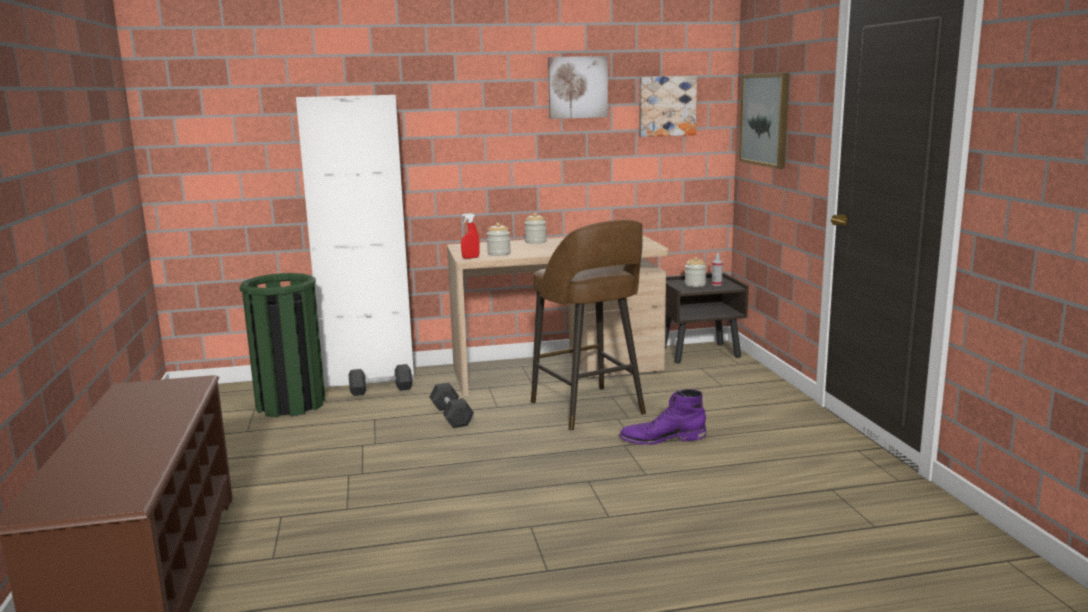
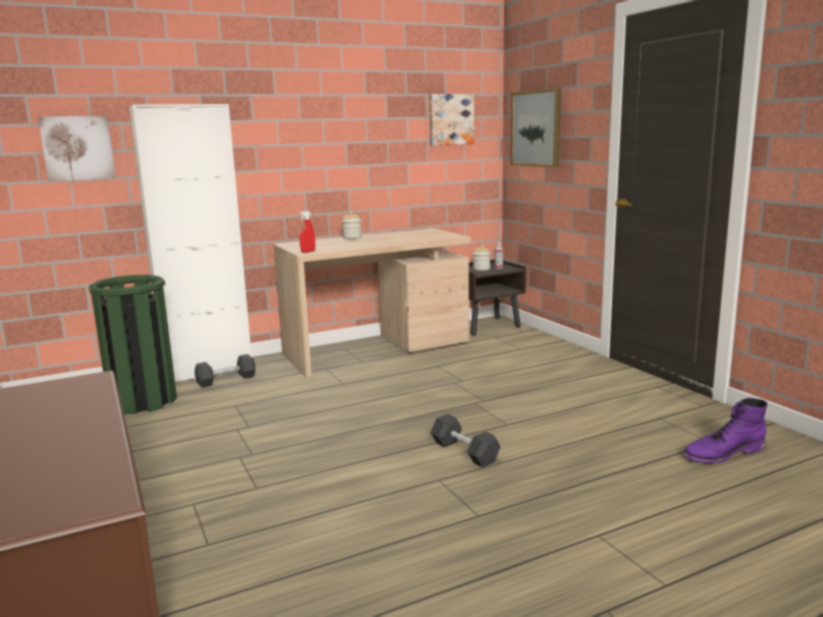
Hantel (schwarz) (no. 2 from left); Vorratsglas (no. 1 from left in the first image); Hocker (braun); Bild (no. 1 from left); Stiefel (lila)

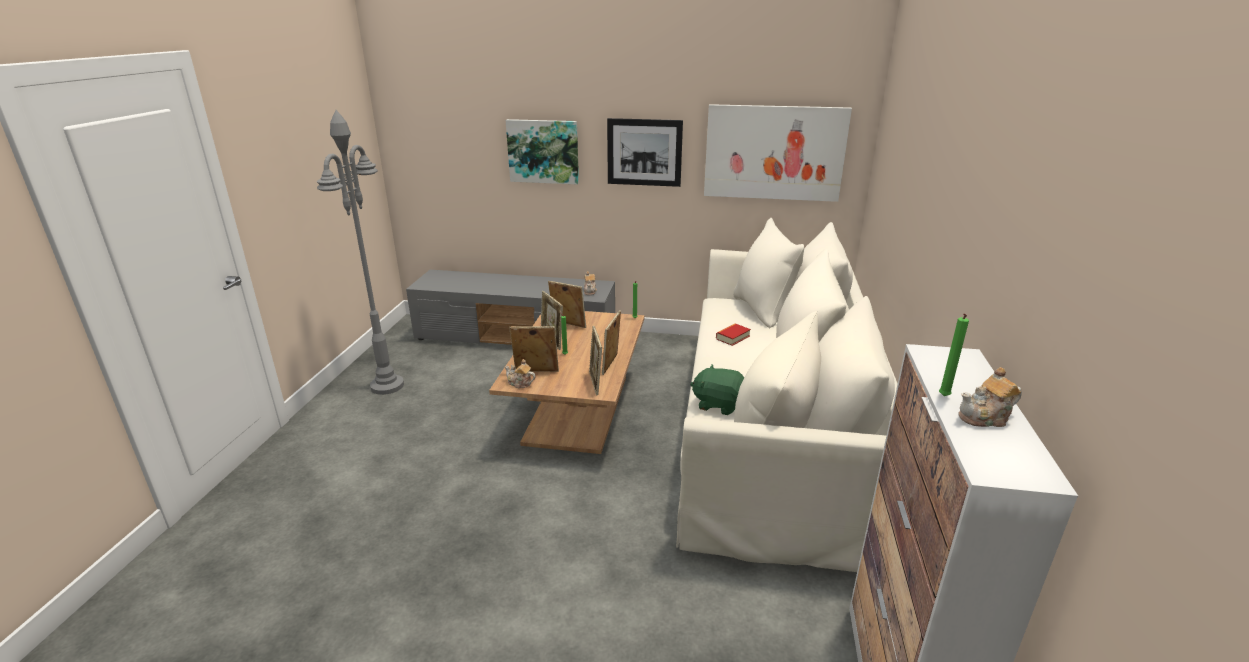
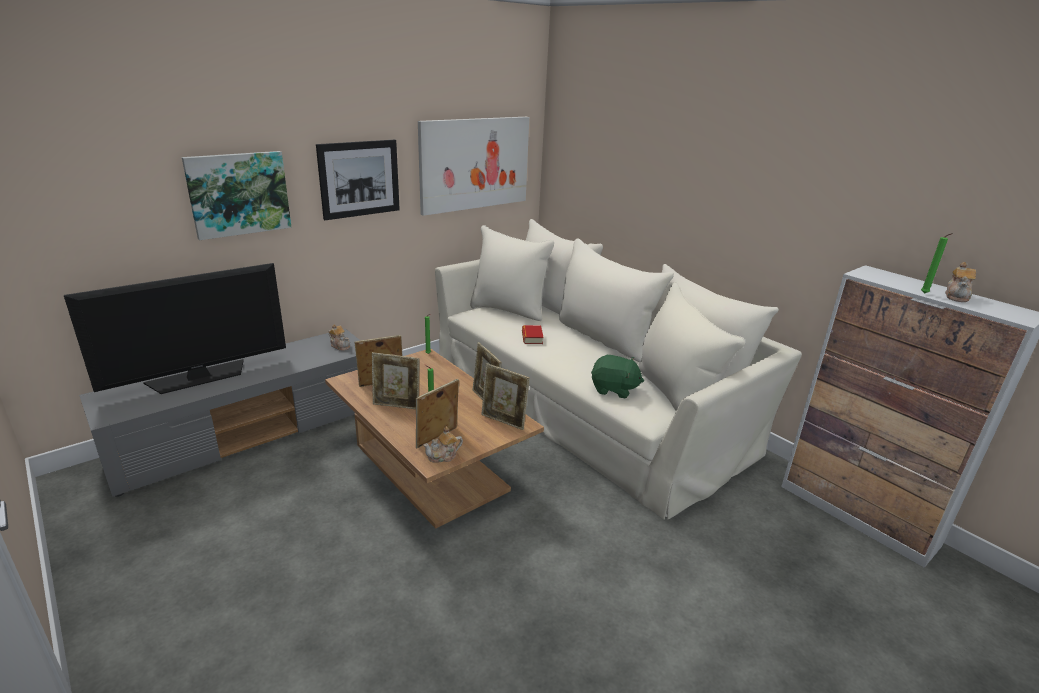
Stehlampe (grau); Plüschtier (grün); Fernseher

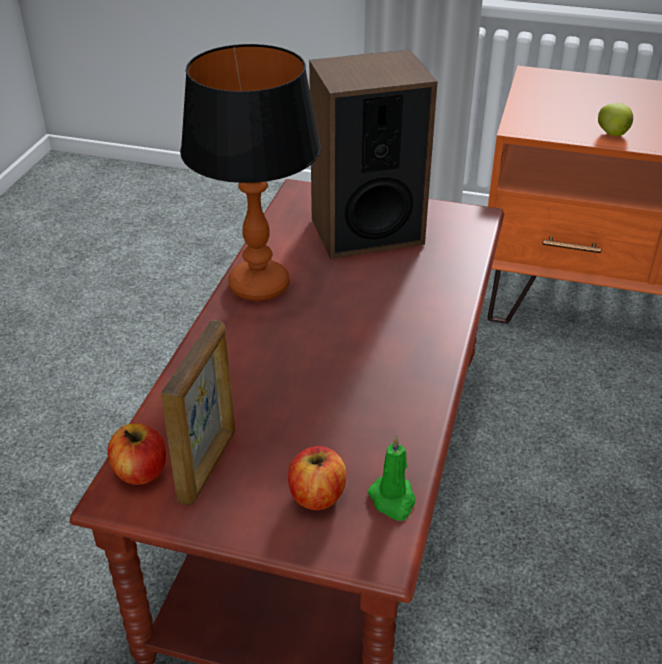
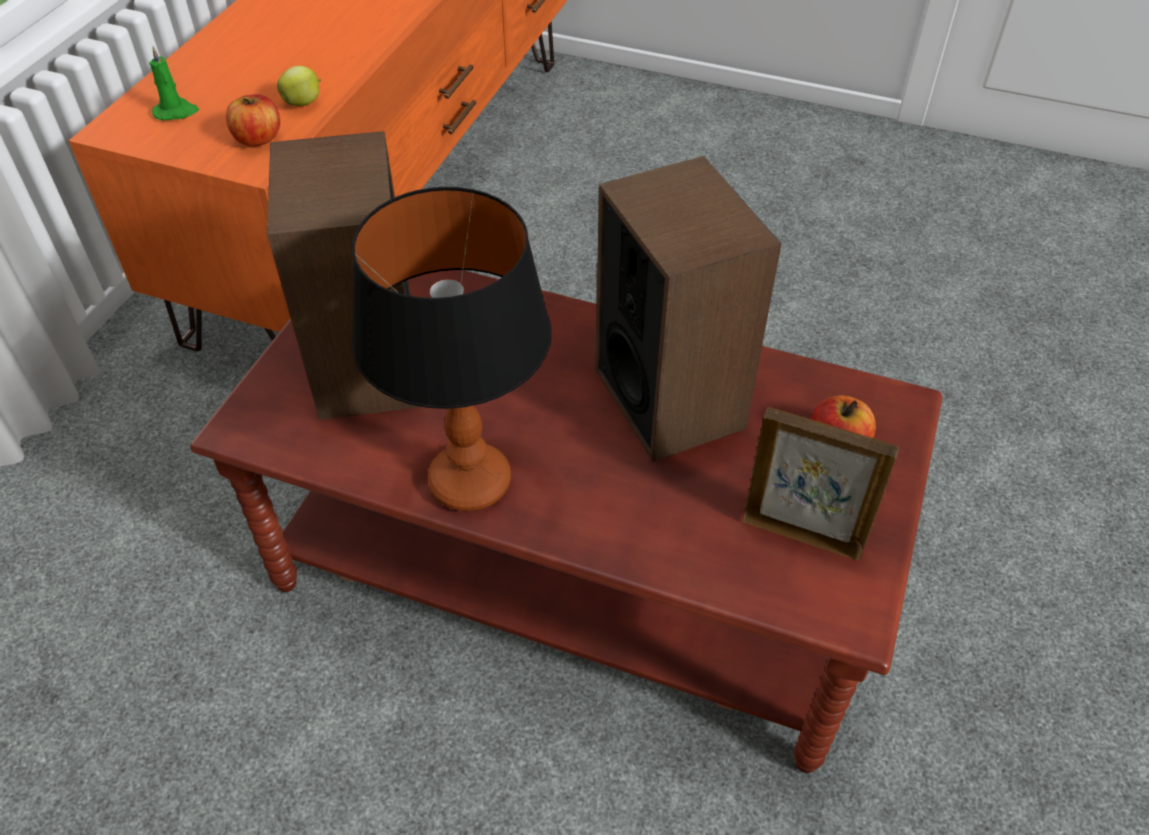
Apfel (no. 1 from left); Kerze (grün); Lautsprecher (no. 2 from left)

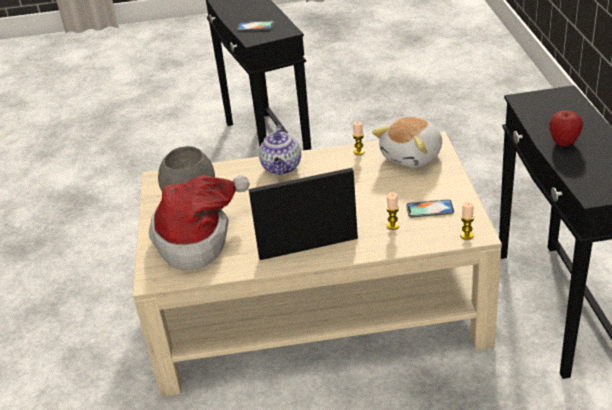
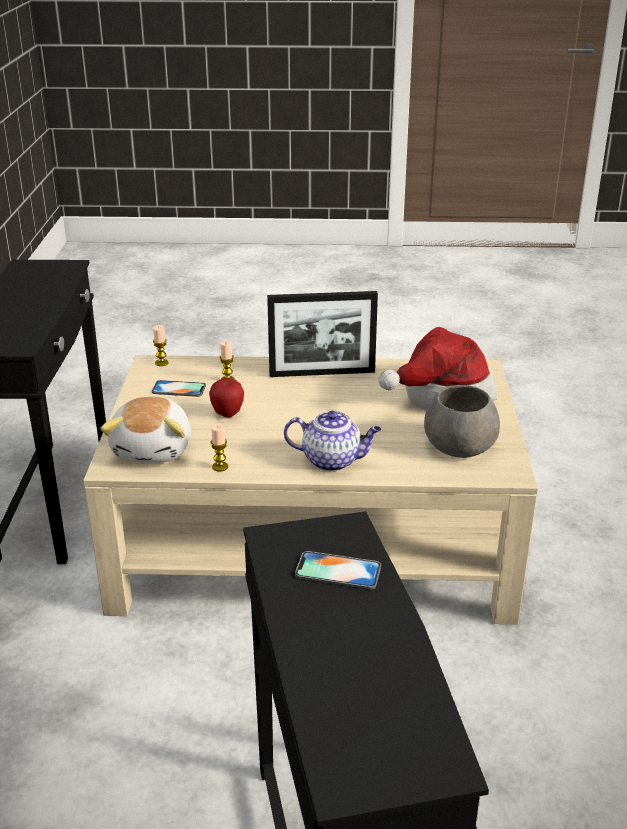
Teekanne; Plüschtier; Apfel

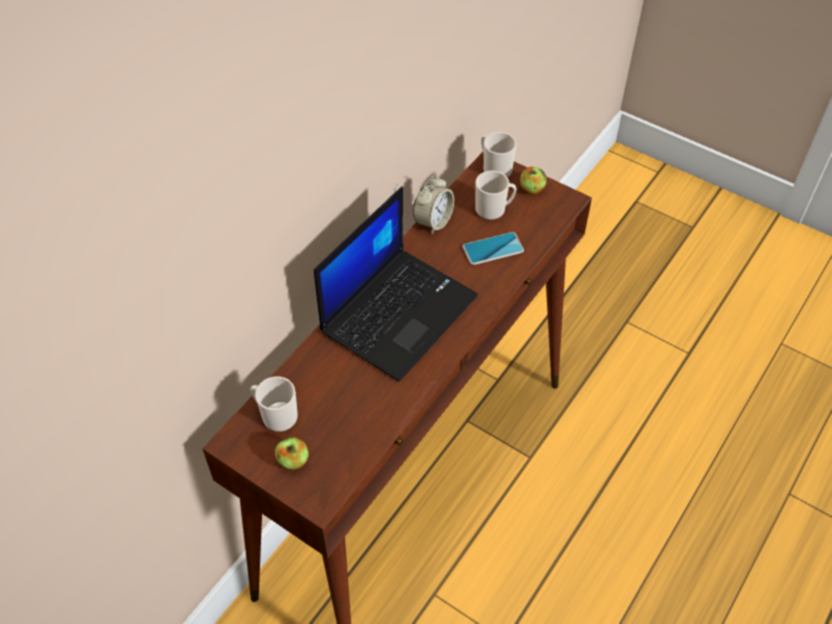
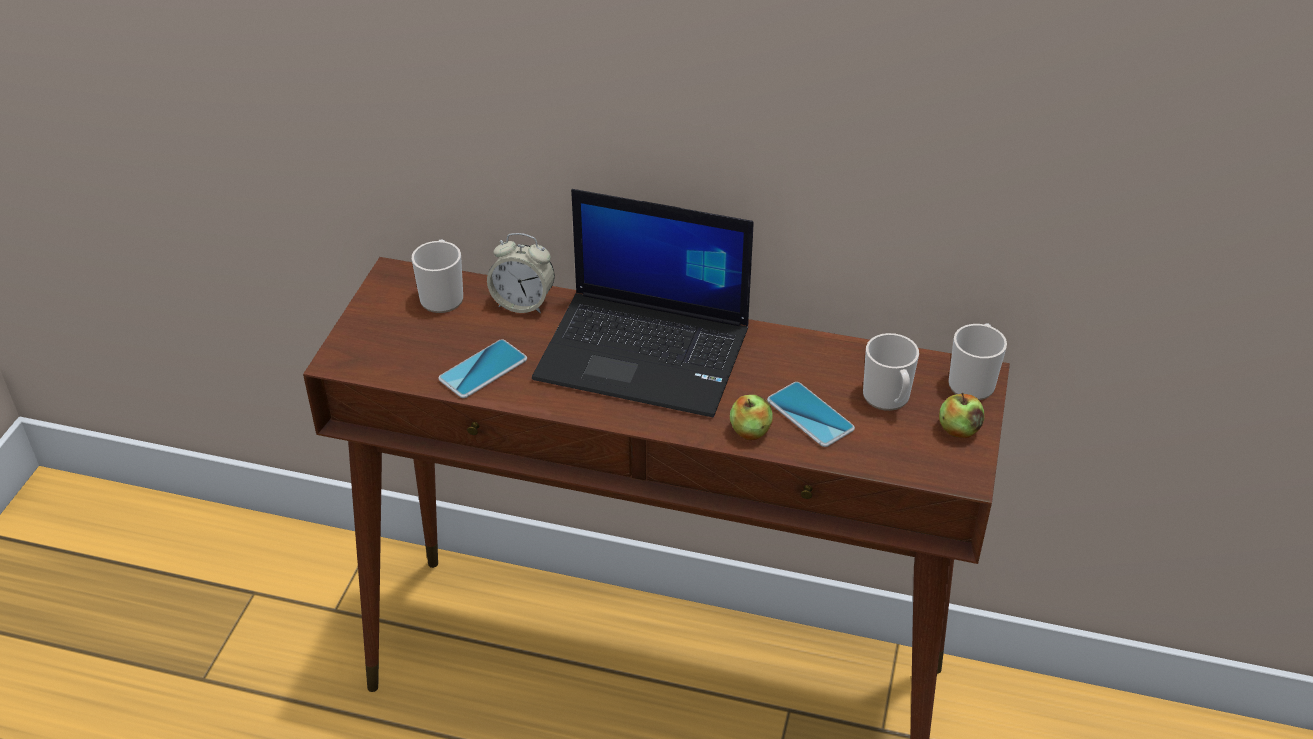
Apfel (no. 1 from left); Wecker; Handy (no. 1 from left)

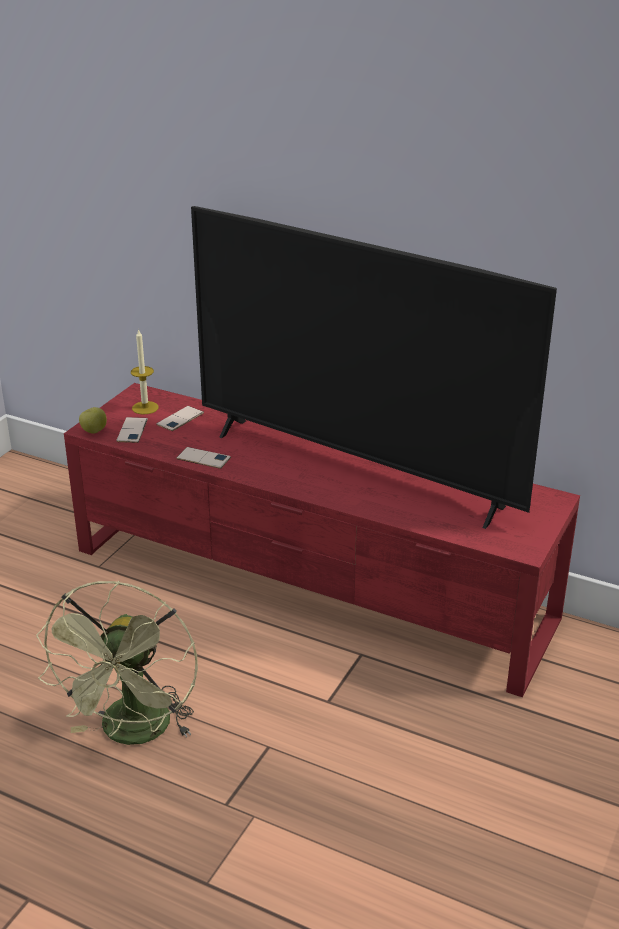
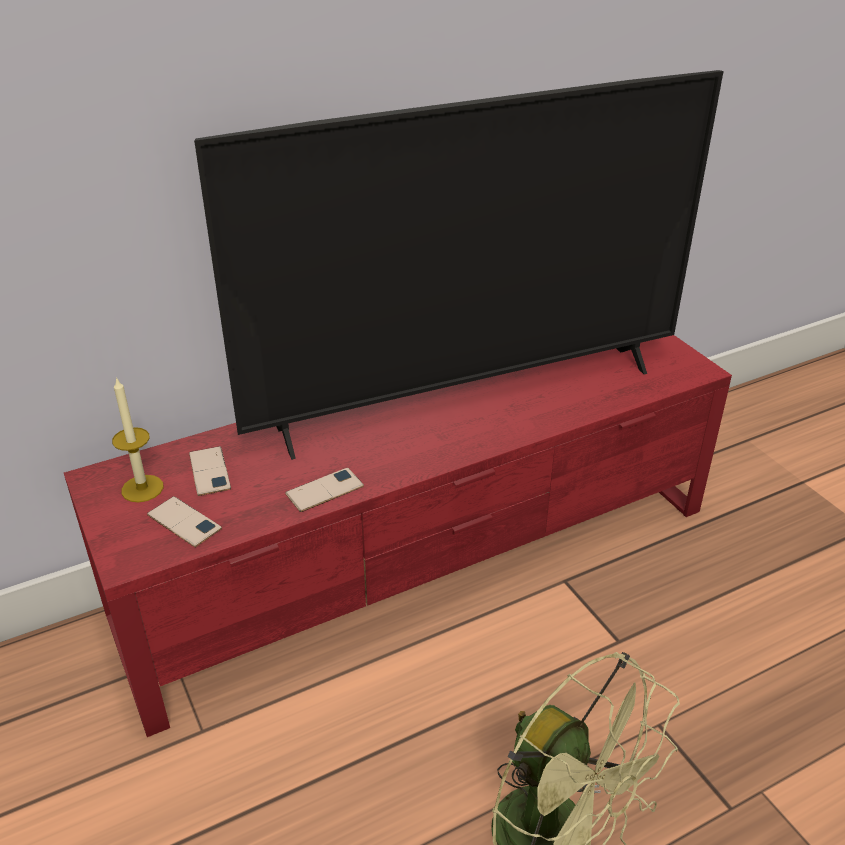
Apfel

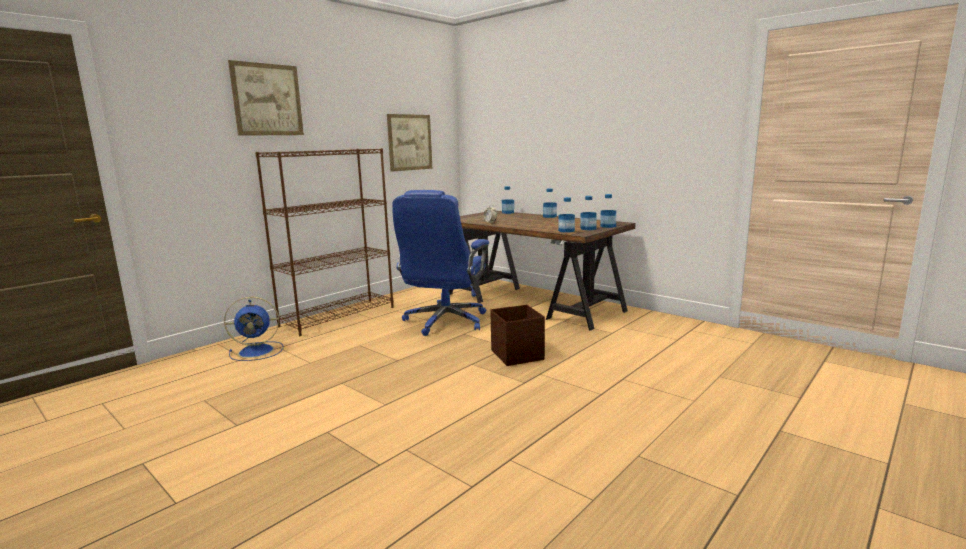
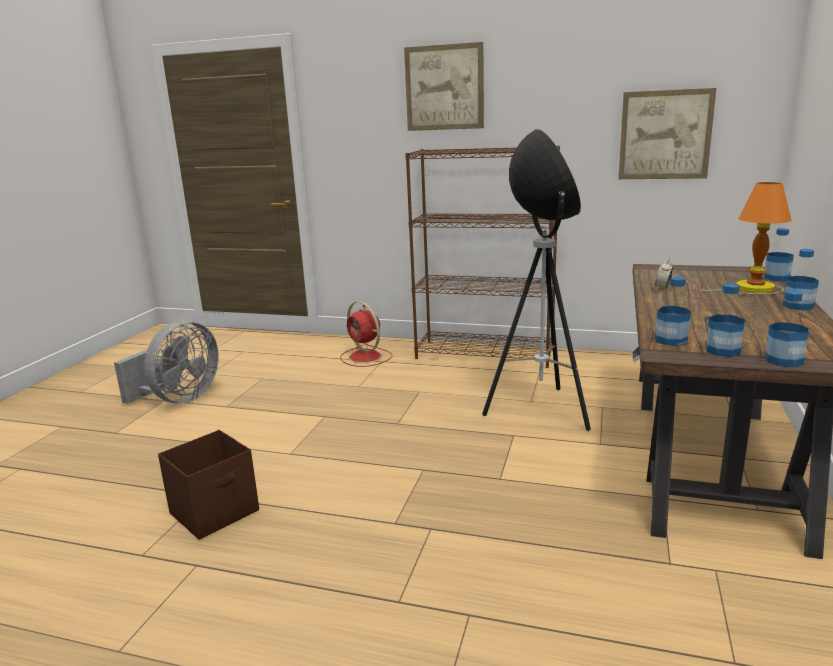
Ventilator (rot); Stehlampe; Aufbewahrungsbox (braun); Ventilator (grau); Tischlampe

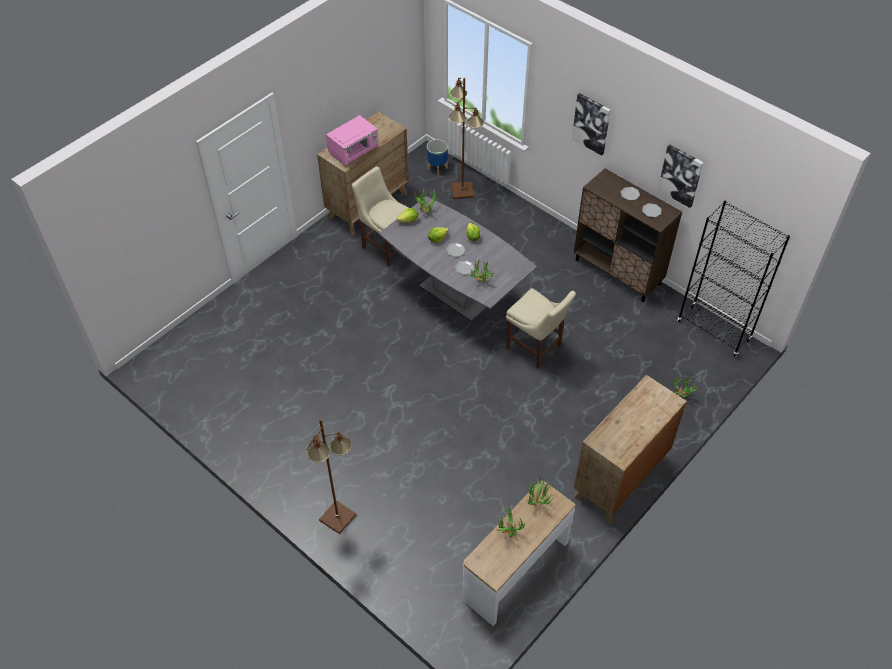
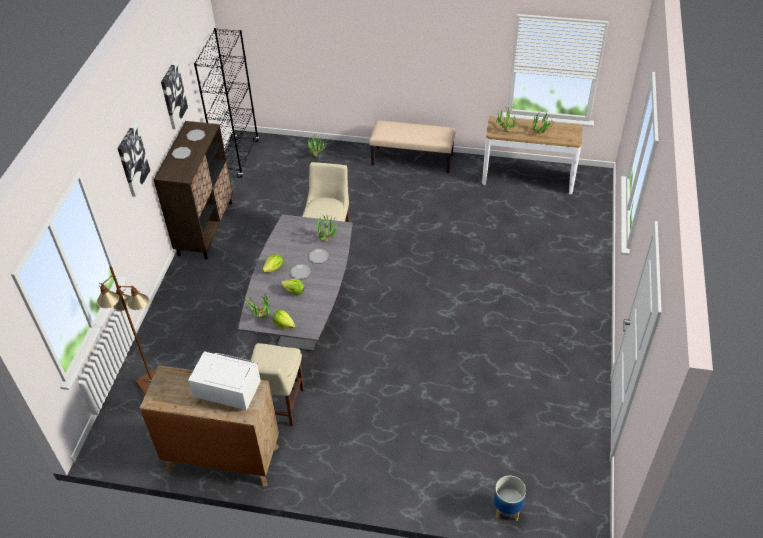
Stehlampe (braun) (no. 1 from left in the first image); Mikrowelle (weiß); Pflanzkübel; Bank (beige)

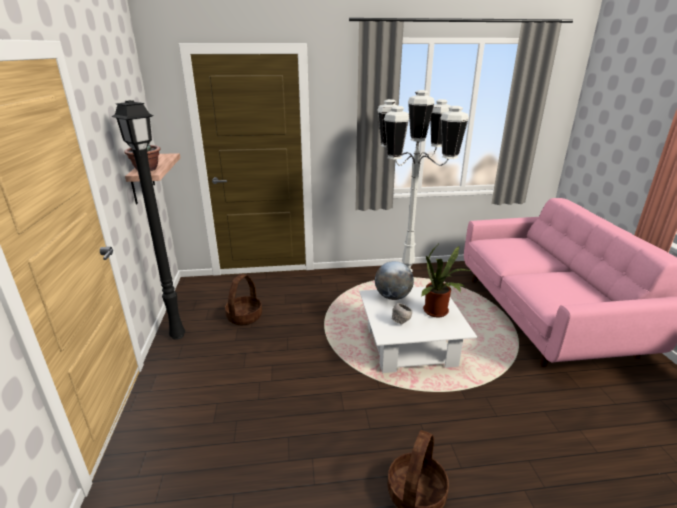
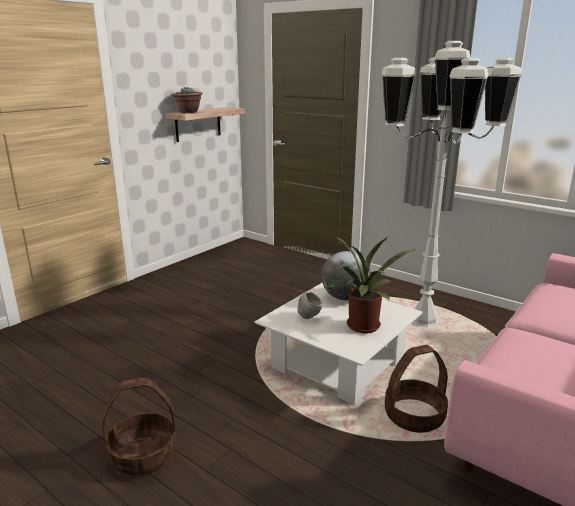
Stehlampe (schwarz); Korb (no. 2 from left)

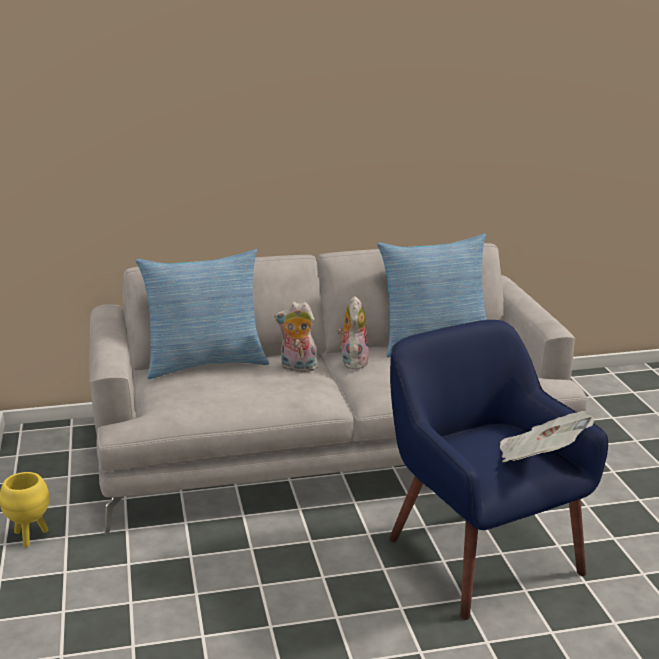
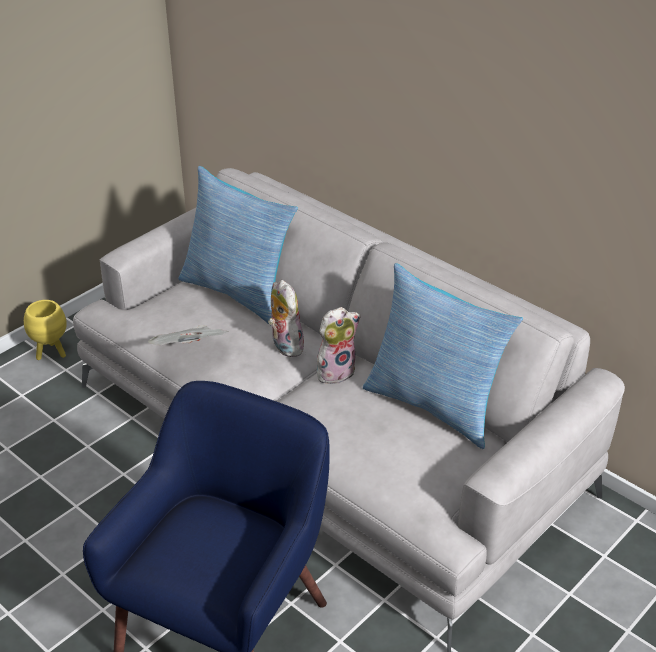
Zeitung

